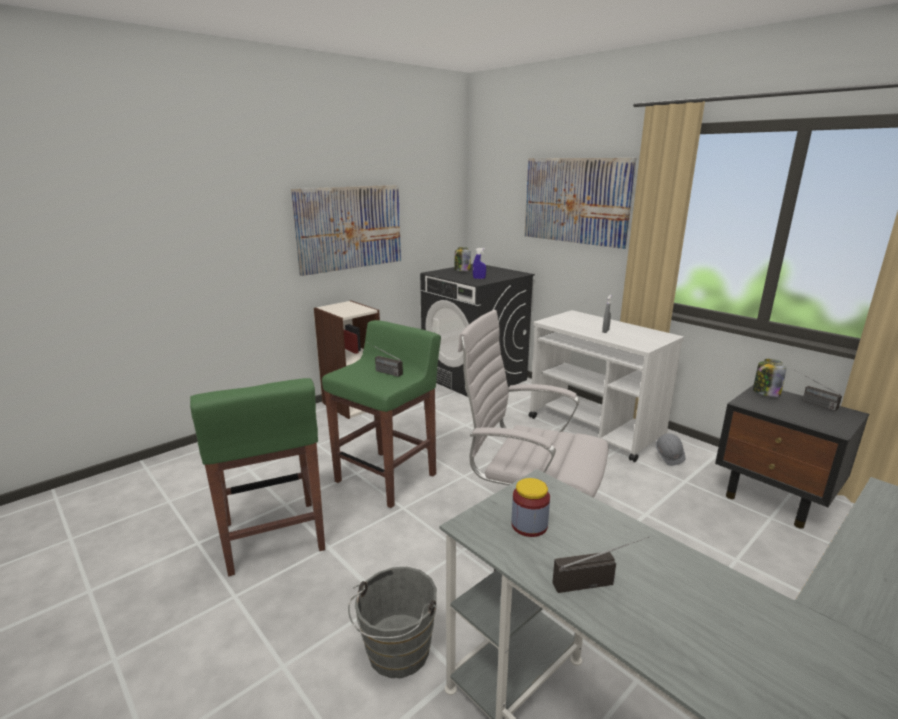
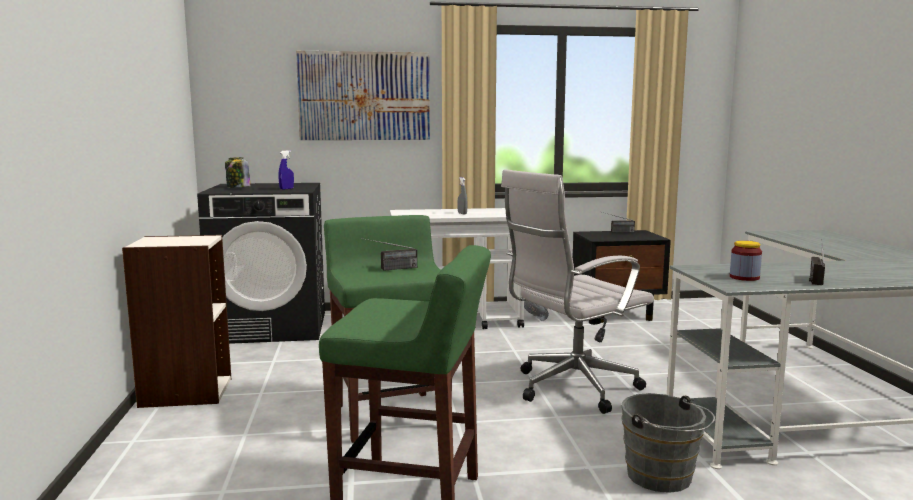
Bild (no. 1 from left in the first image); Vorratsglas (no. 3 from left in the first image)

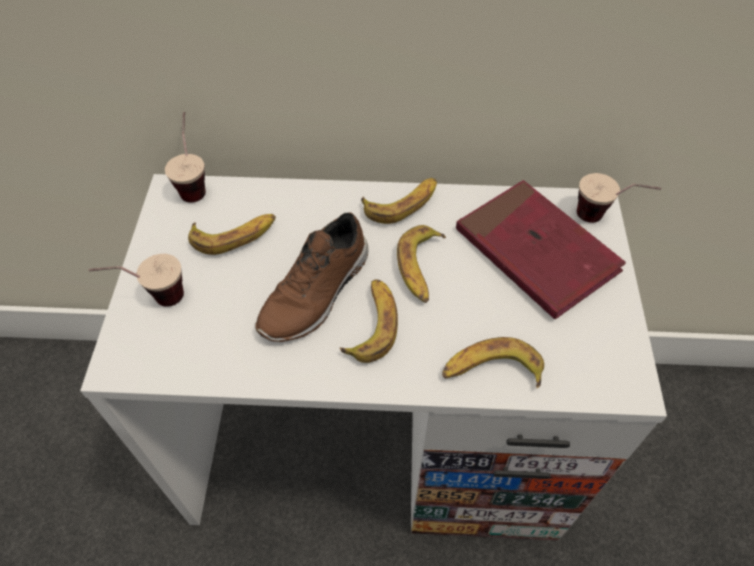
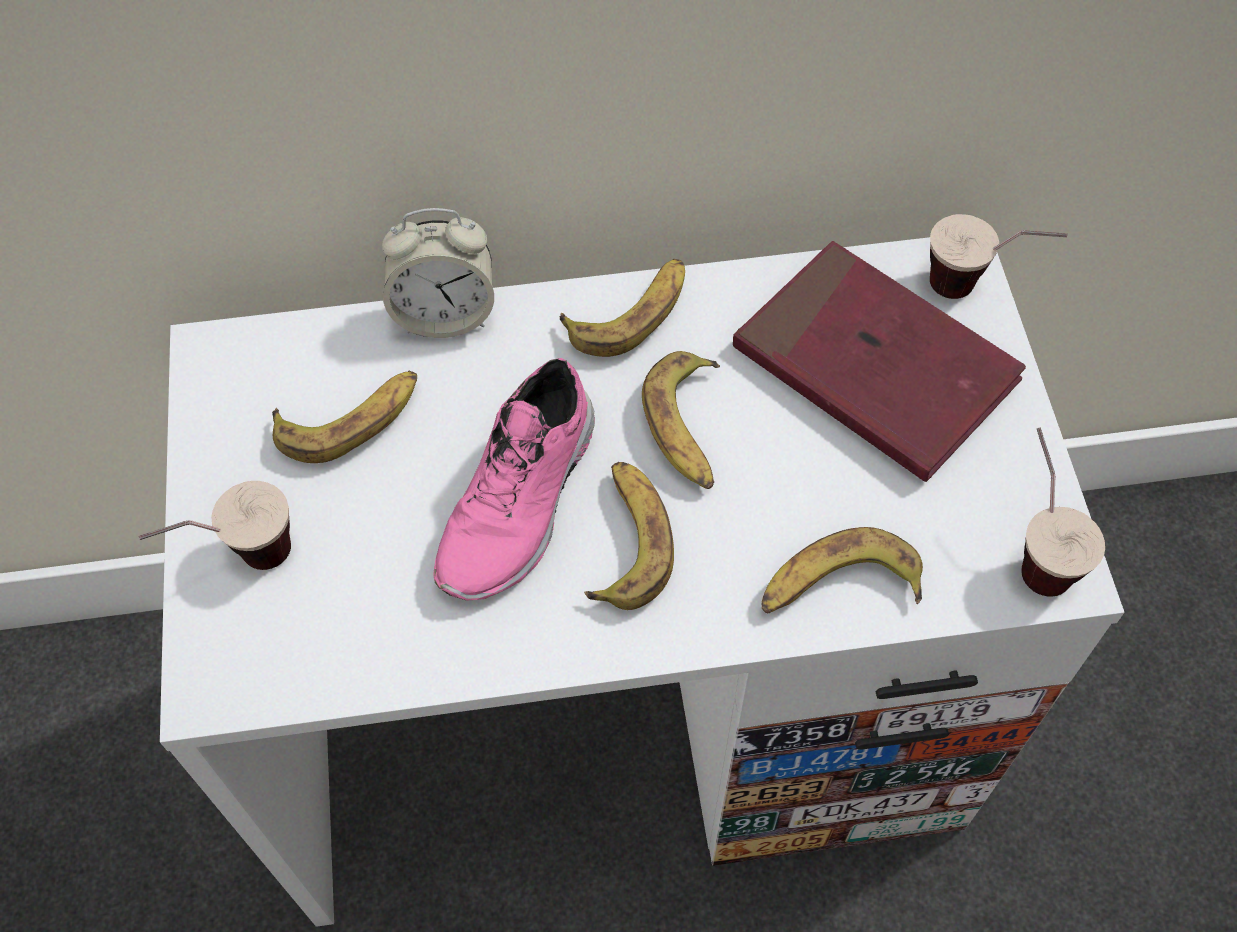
Tasse (no. 3 from left); Schuh (rosa); Wecker

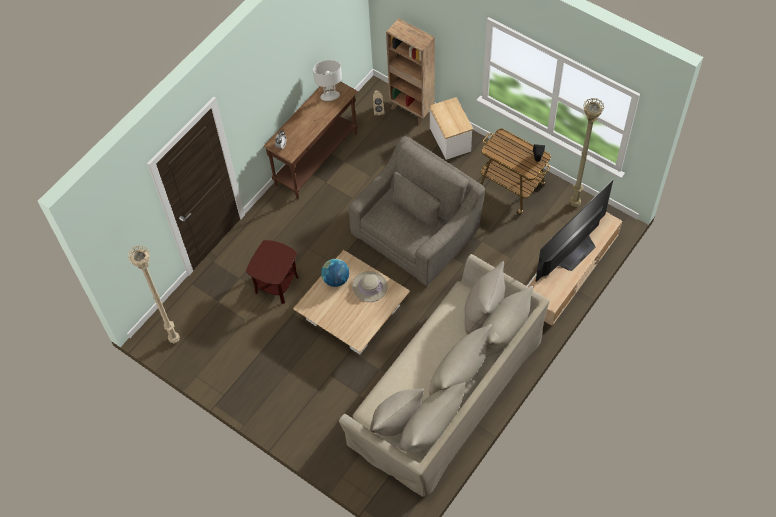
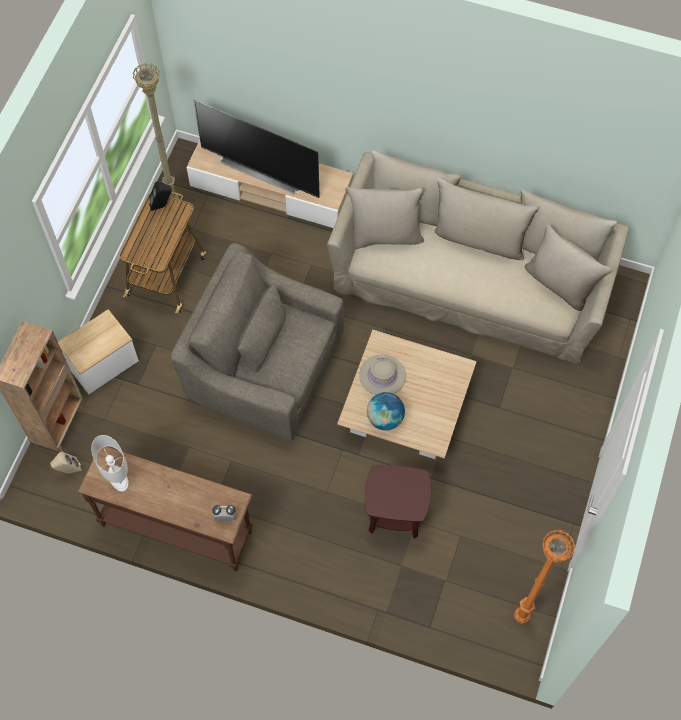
Stehlampe (orange)

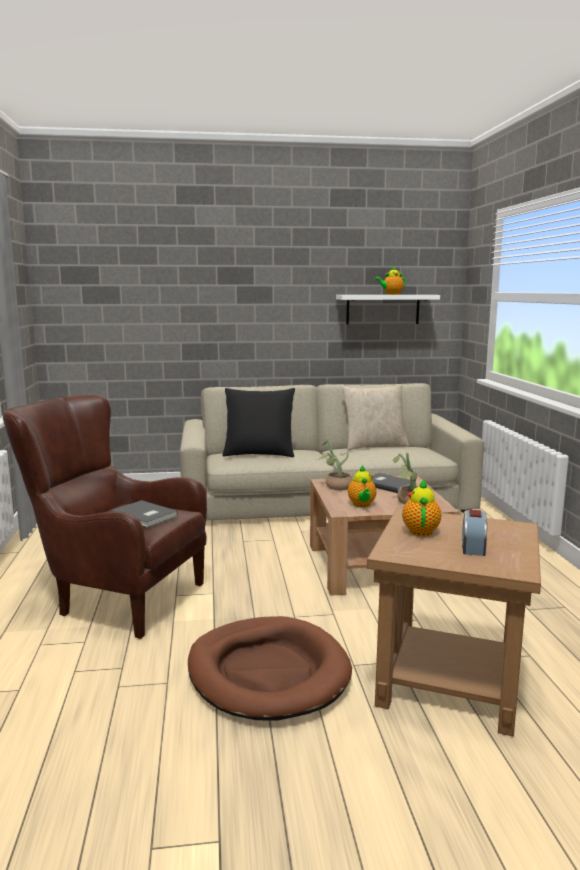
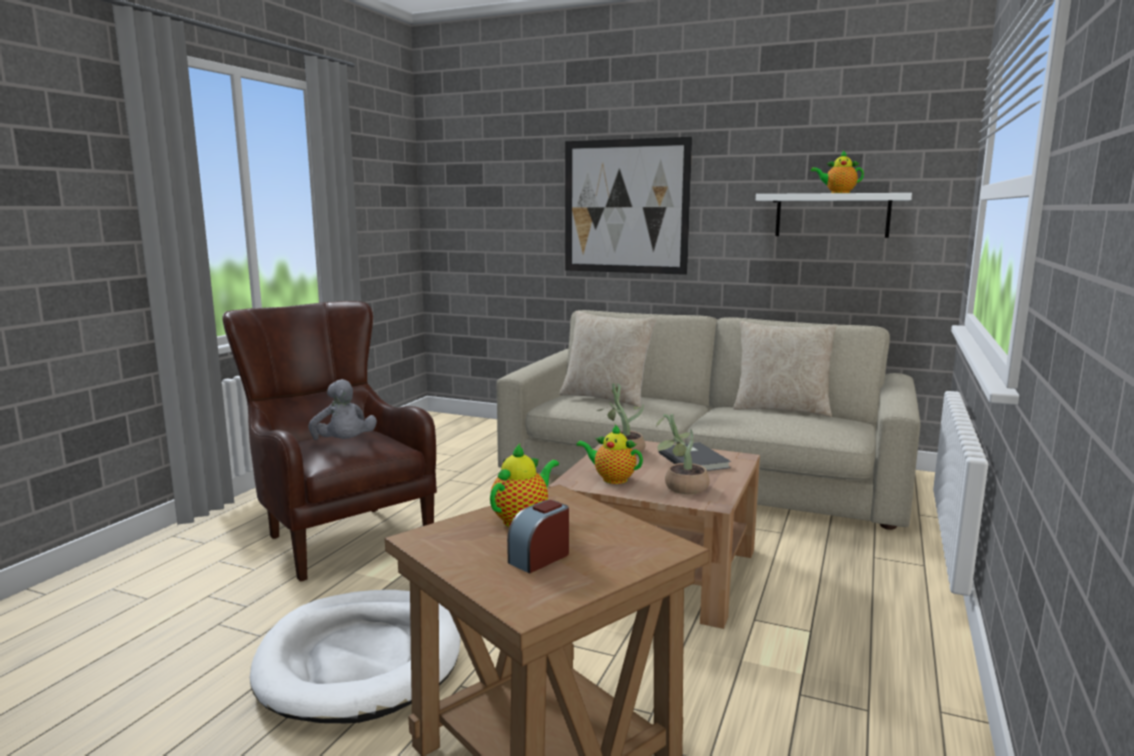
Plüschtier (grau); Hundebett (weiß); Kissen (beige) (no. 1 from left); Teekanne (no. 2 from left); Bild

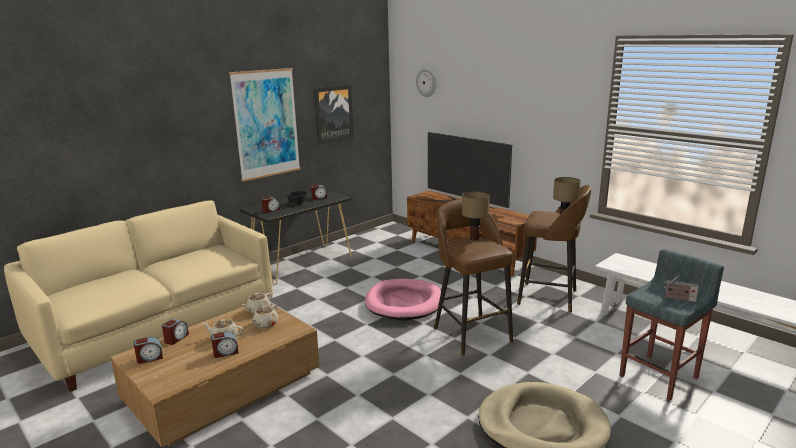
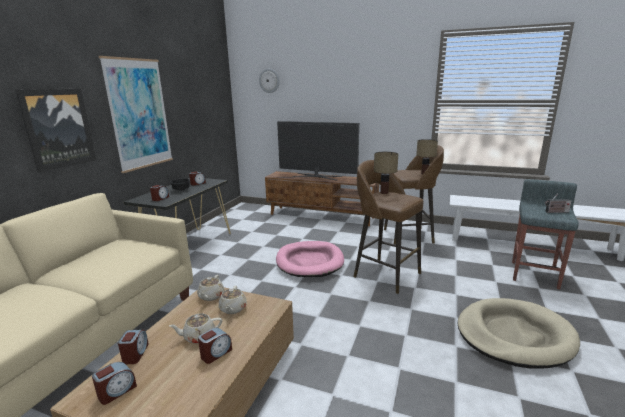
Bild (no. 1 from left)

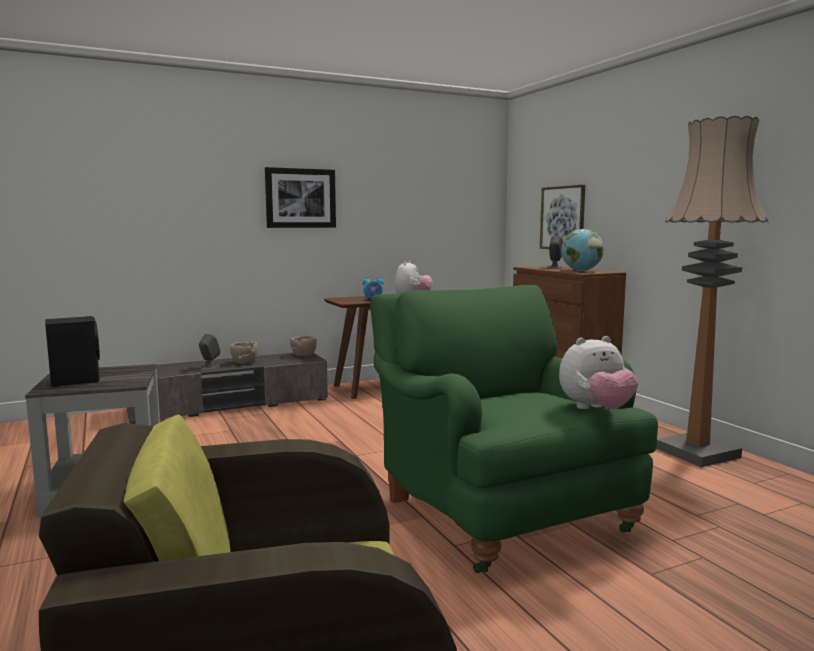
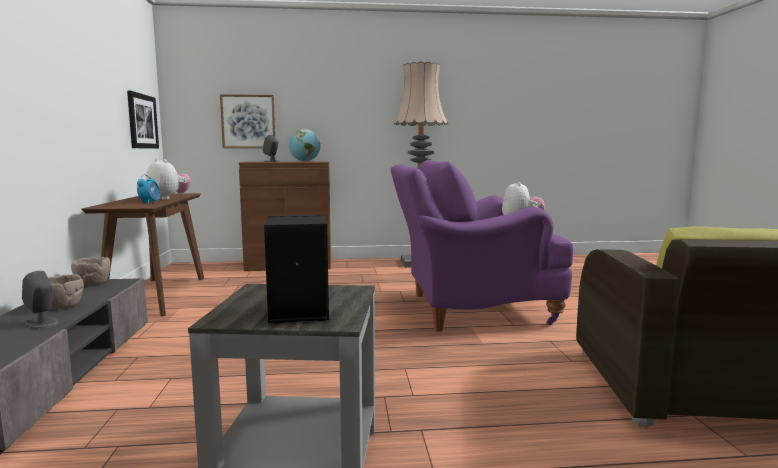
Bild (no. 1 from left); Sessel (lila)

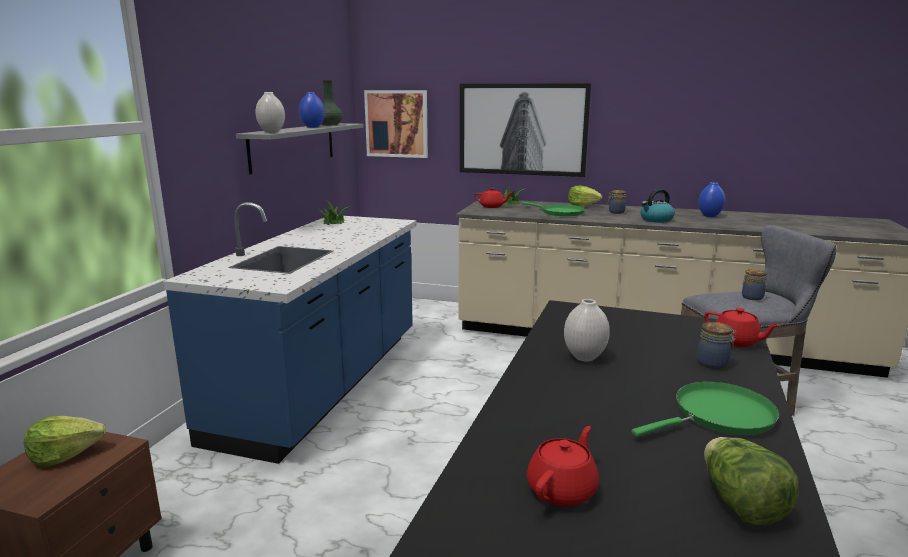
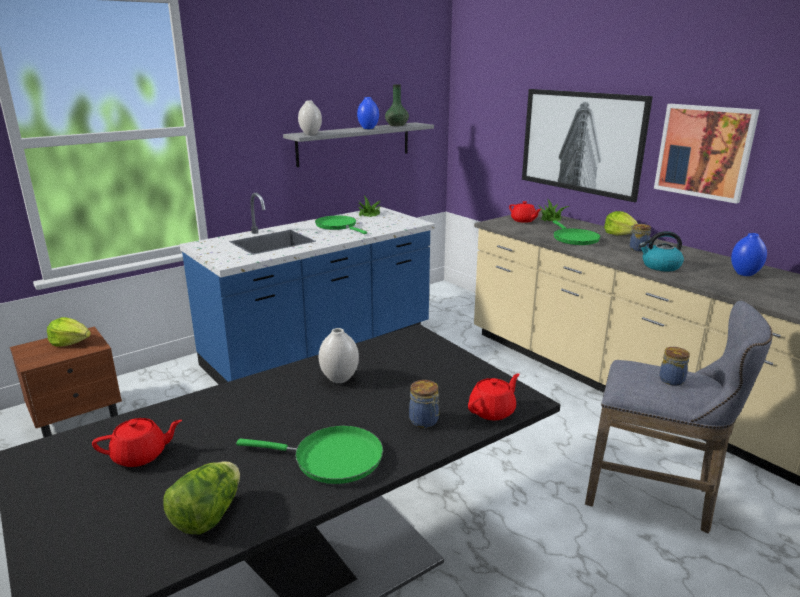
Bild (no. 2 from left); Teekanne (rot) (no. 2 from left); Pfanne (grün) (no. 2 from left)

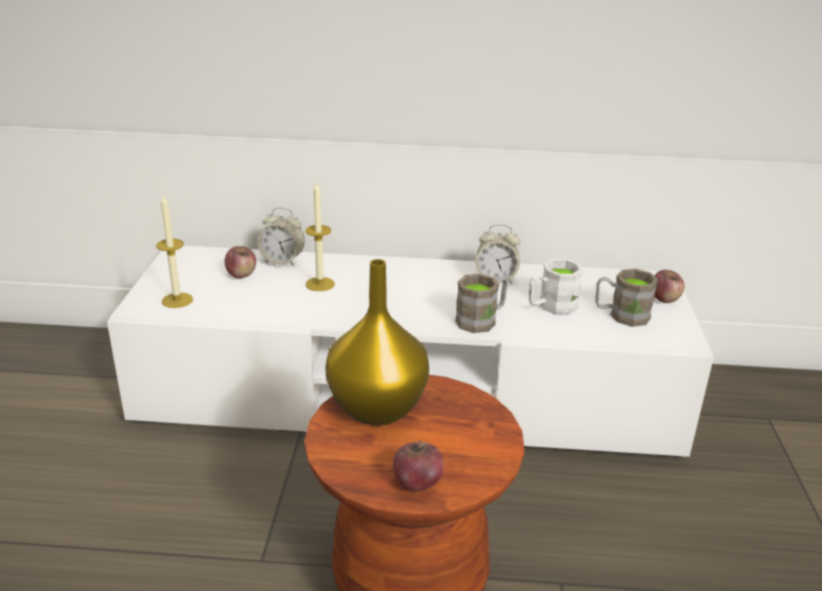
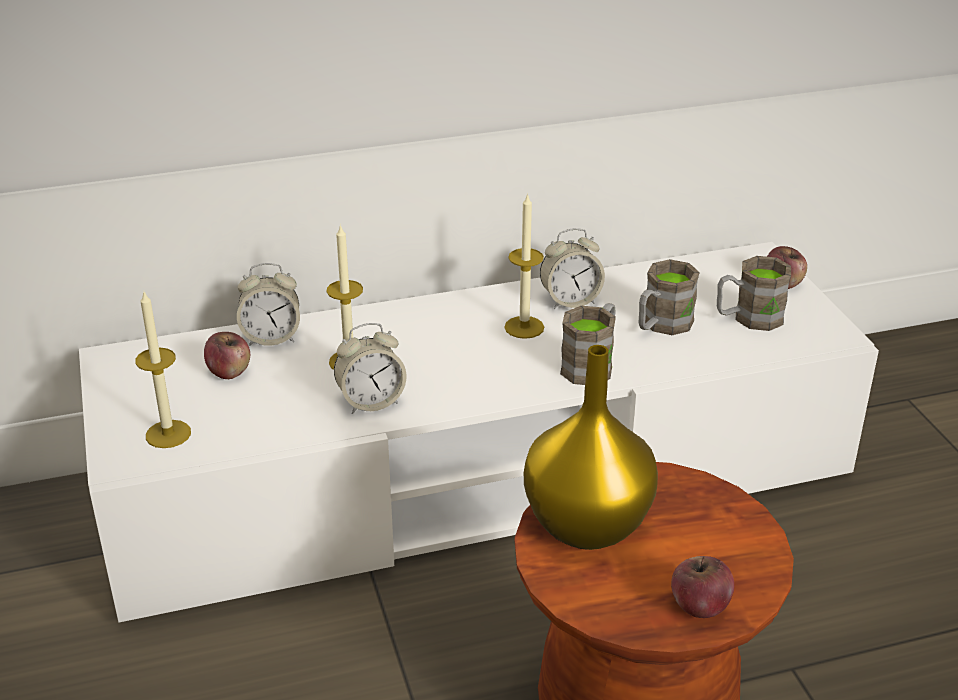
Henkelbecher (braun) (no. 2 from left); Wecker (no. 2 from left); Kerze (no. 3 from left)

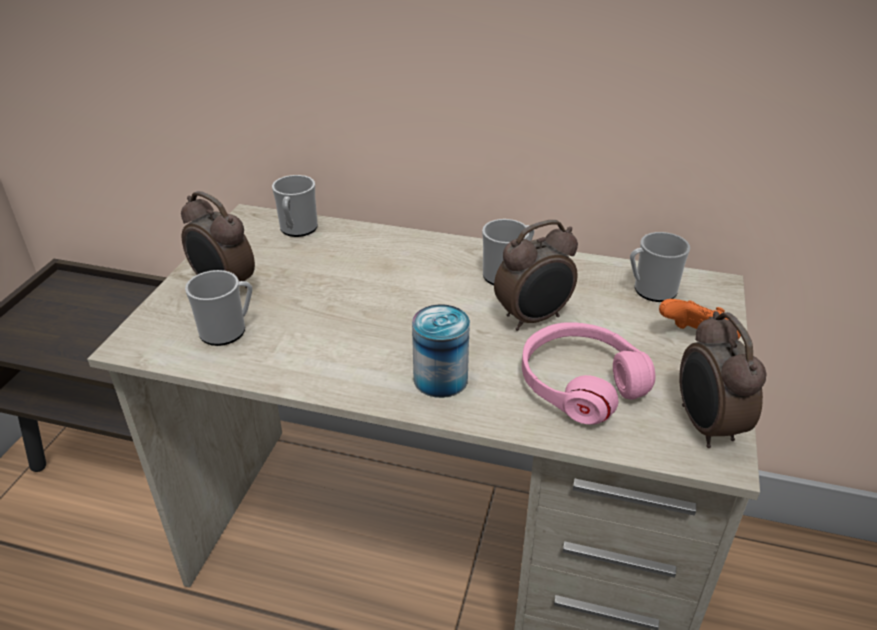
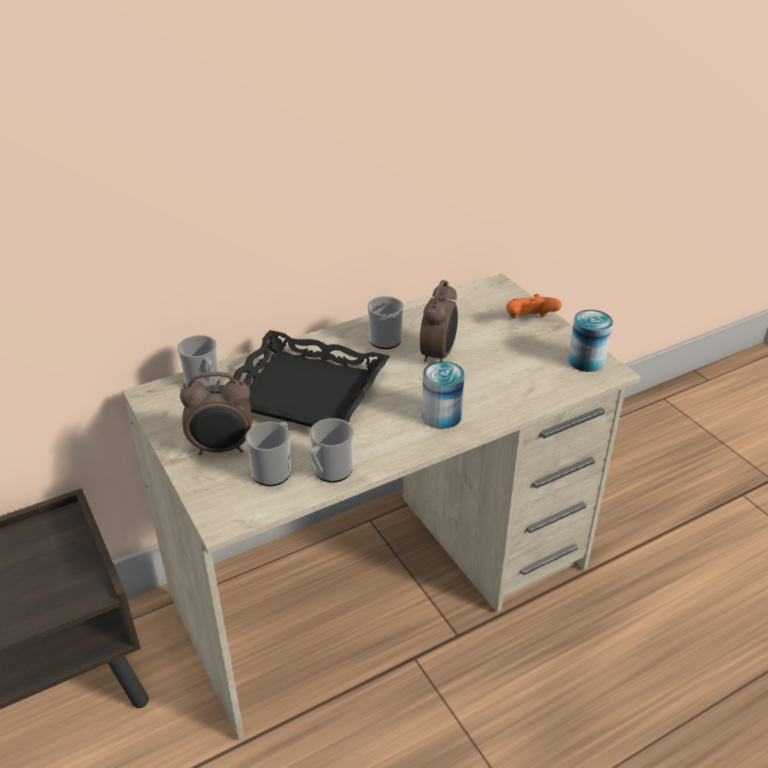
Kopfhörer (rosa); Henkelbecher (no. 3 from left); Dose (no. 2 from left); Tablett (schwarz)

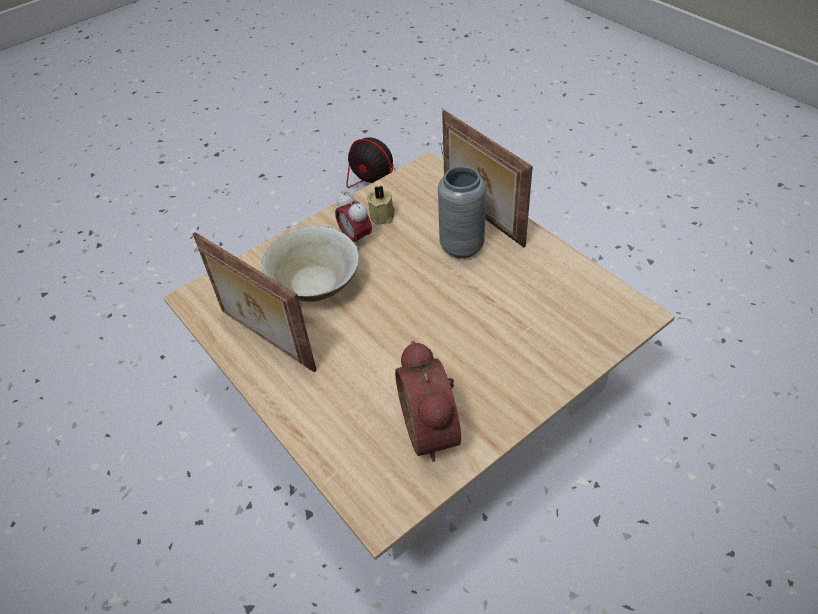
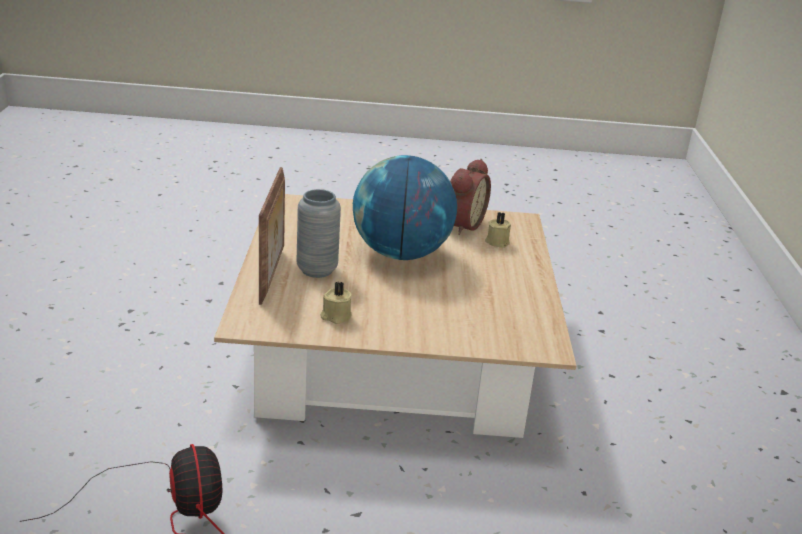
Bilderrahmen (no. 1 from left in the first image); Schüssel (beige); Wecker (no. 1 from left in the first image); Globus; Kerze (beige) (no. 2 from left)

